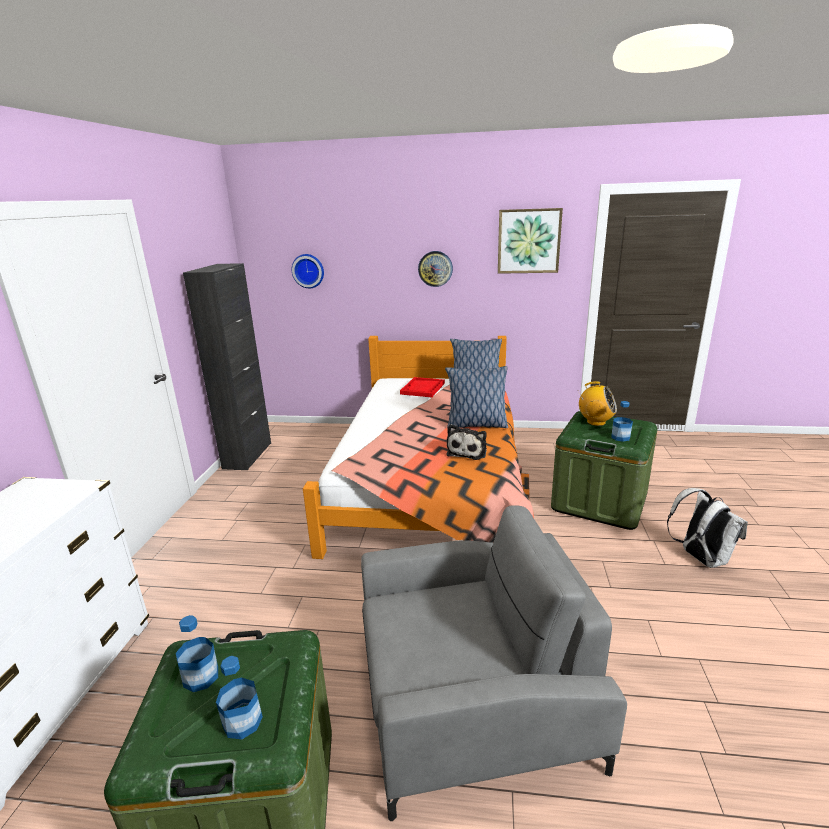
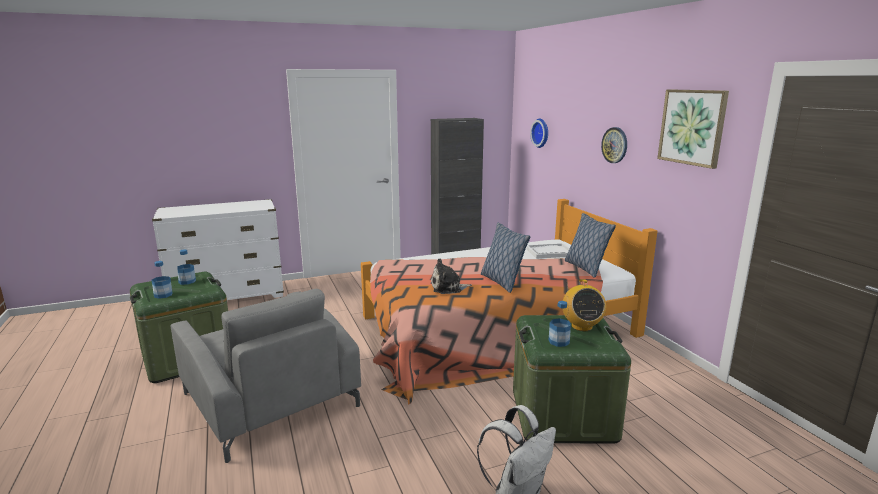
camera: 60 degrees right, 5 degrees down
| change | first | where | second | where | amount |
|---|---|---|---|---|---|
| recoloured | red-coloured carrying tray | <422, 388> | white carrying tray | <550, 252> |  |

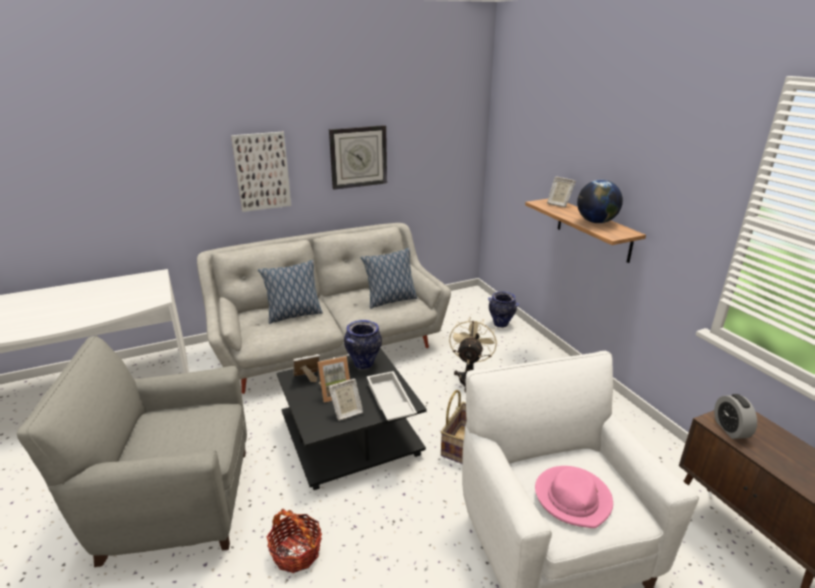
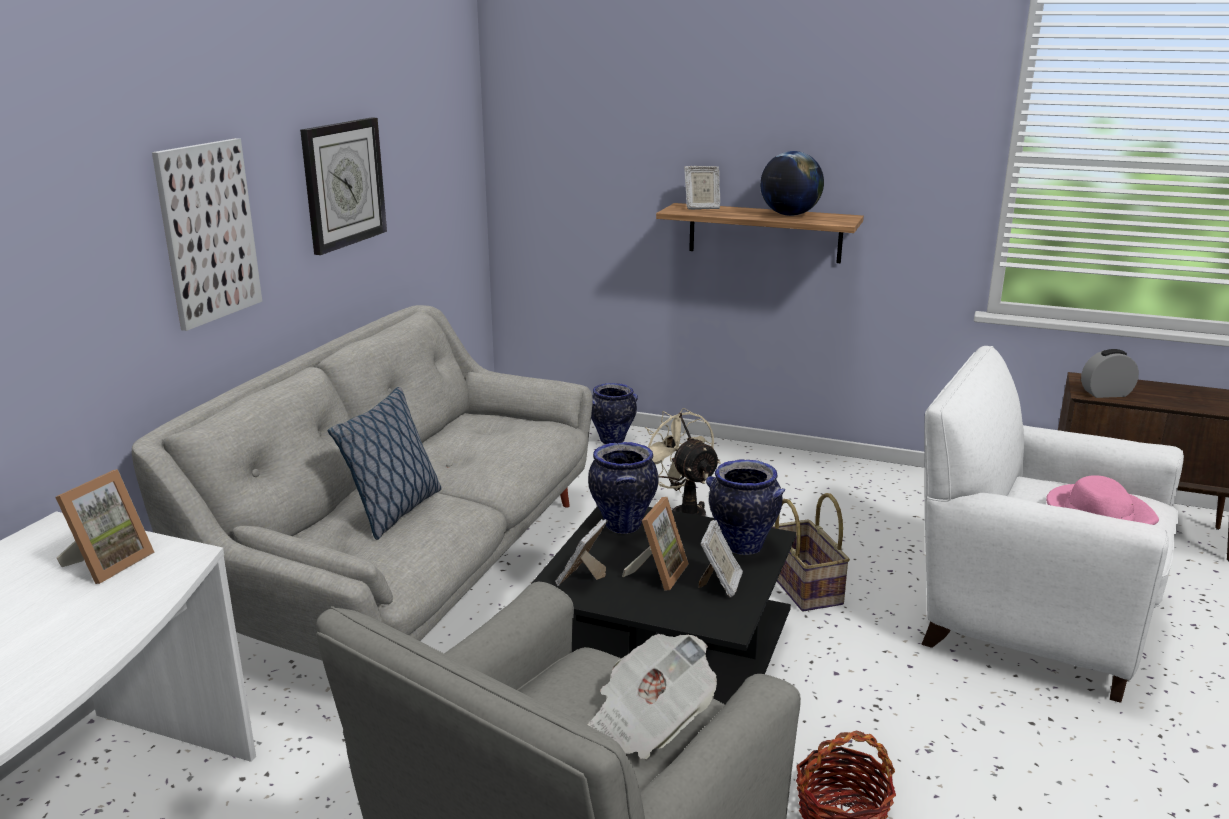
camera: 45 degrees left, 5 degrees down
| change | first | where | second | where | amount |
|---|---|---|---|---|---|
| removed | pillow | <390, 300> |  |  |  |
| added |  |  | photo frame | <108, 563> |  |
| added |  |  | daily paper | <648, 722> |  |
| replaced | white carrying tray | <389, 401> | vase | <742, 546> |  |
| turned | bedside clock | <730, 429> |  | <1106, 394> | 135 degrees clockwise |

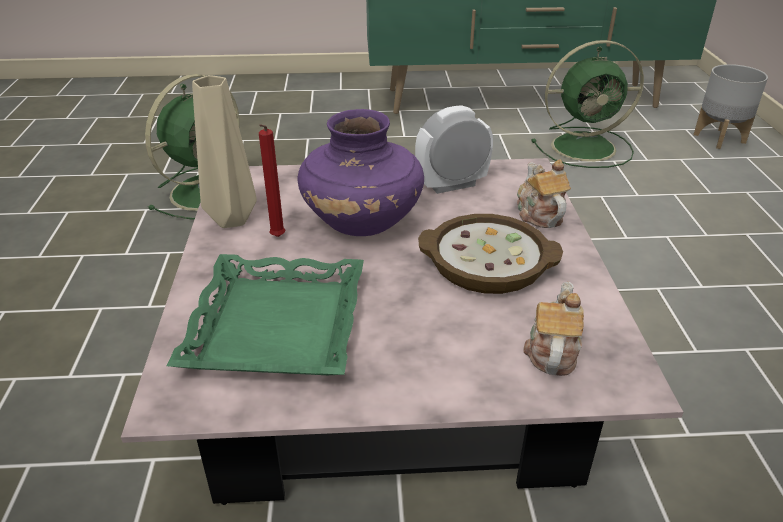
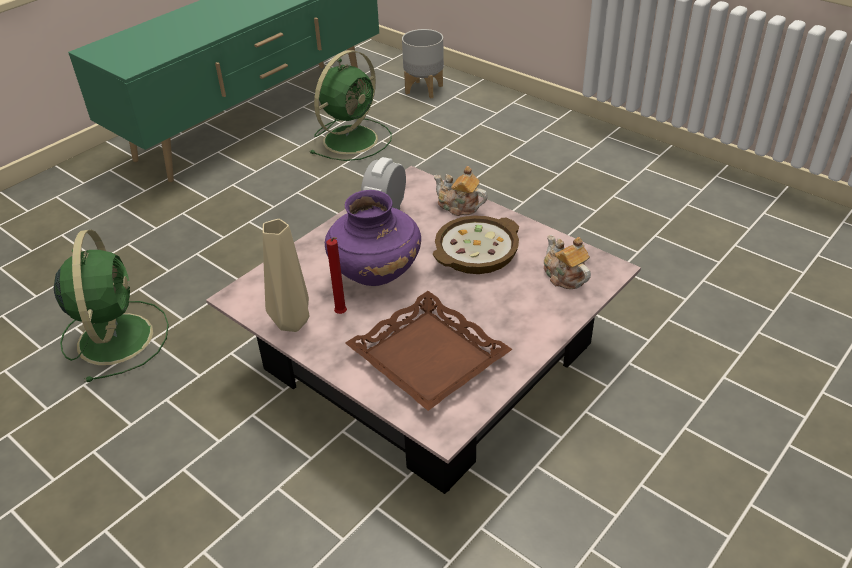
camera: 45 degrees left, 5 degrees up
| change | first | where | second | where | amount |
|---|---|---|---|---|---|
| recoloured | green carrying tray | <278, 325> | brown carrying tray | <429, 357> |  |

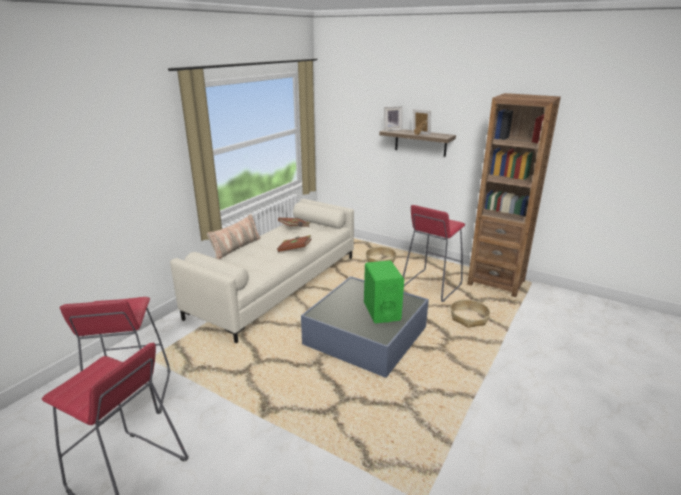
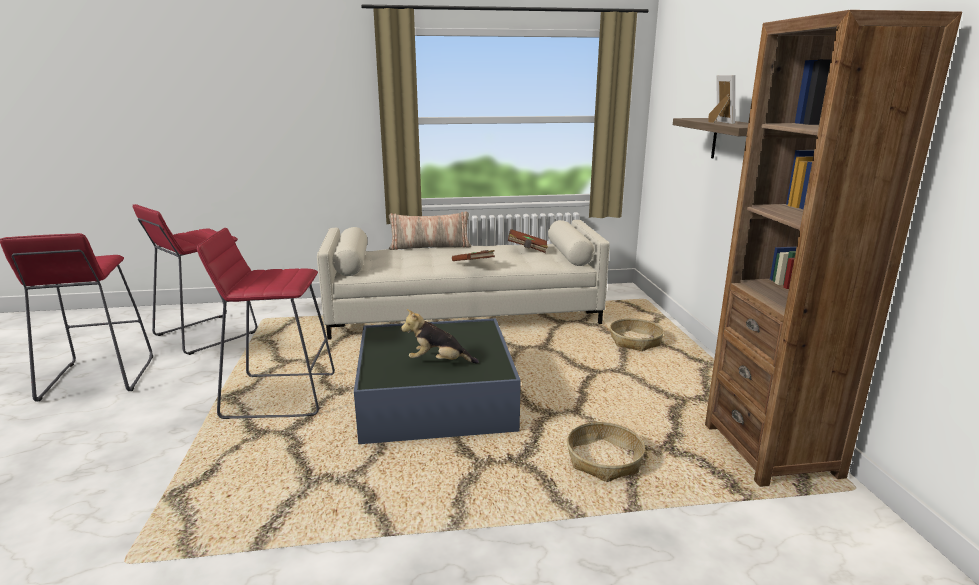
camera: 50 degrees right, 5 degrees down
| change | first | where | second | where | amount |
|---|---|---|---|---|---|
| removed | photo frame | <392, 129> |  |  |  |
| moved | red-coloured stool seat | <431, 285> |  | <279, 395> |  |
| replaced | green audio speaker | <381, 311> | soft toy | <438, 362> |  |

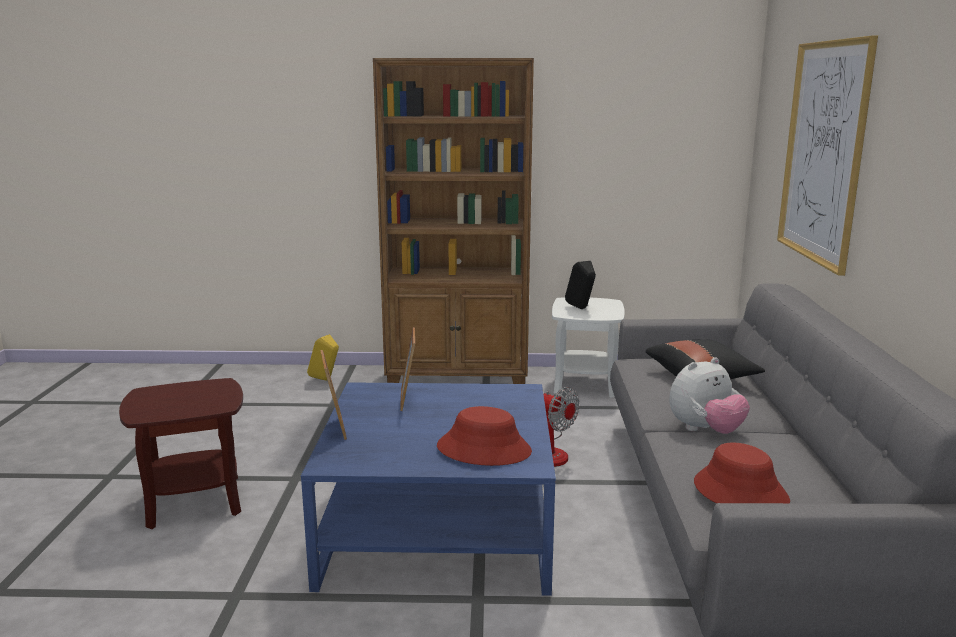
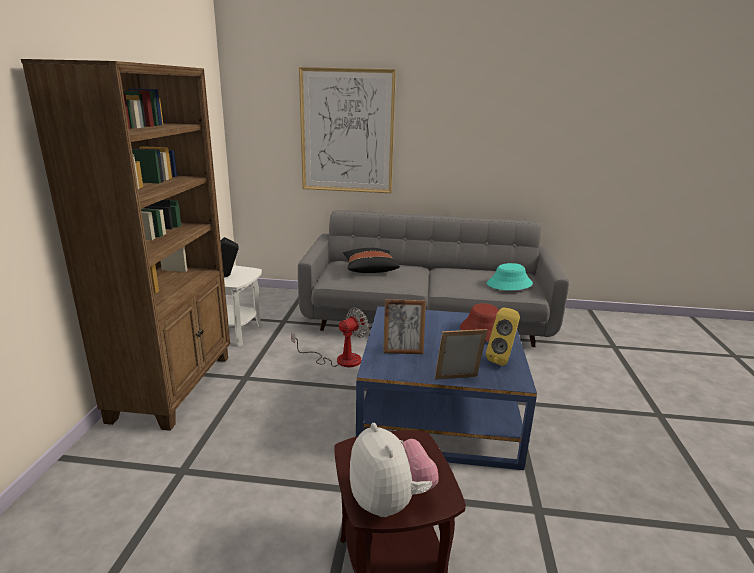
camera: 85 degrees left, 5 degrees up
| change | first | where | second | where | amount |
|---|---|---|---|---|---|
| moved | yellow-coloured audio speaker | <326, 380> |  | <502, 359> |  |
| moved | soft toy | <705, 431> |  | <390, 501> |  |
| recoloured | red-coloured hat | <739, 492> | blue-green hat | <509, 284> |  |

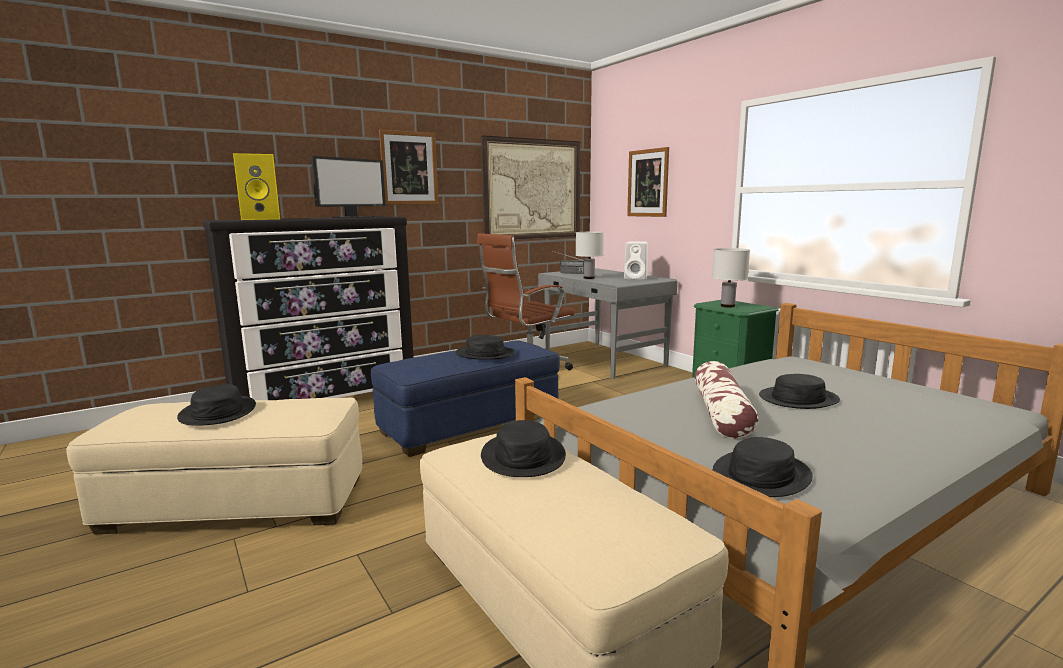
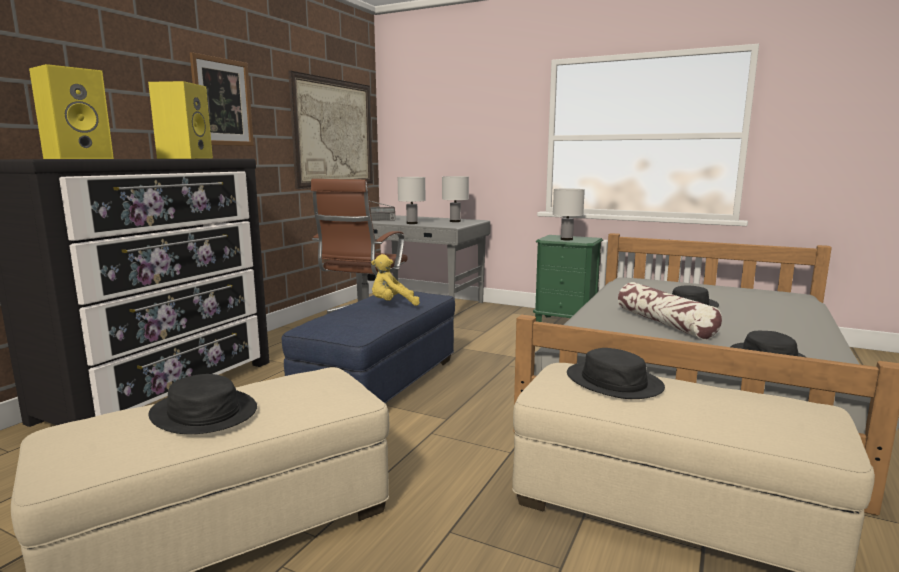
camera: 30 degrees left, 0 degrees up
| change | first | where | second | where | amount |
|---|---|---|---|---|---|
| removed | picture | <648, 183> |  |  |  |
| replaced | monitor | <353, 217> | yellow-coloured audio speaker | <185, 158> |  |
| replaced | black-coloured hat | <485, 354> | yellow-coloured soft toy | <392, 304> |  |
| replaced | white audio speaker | <636, 278> | white table lamp | <455, 221> |  |

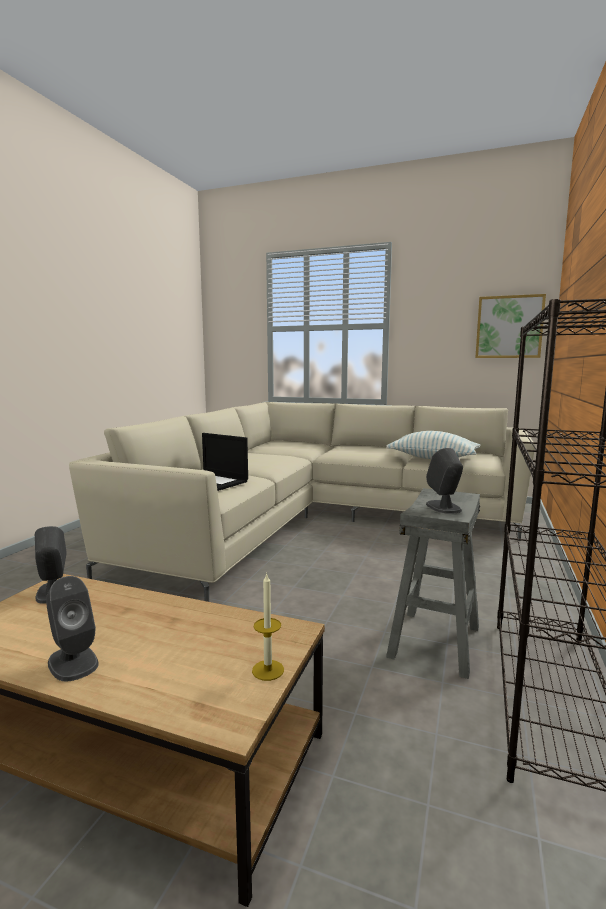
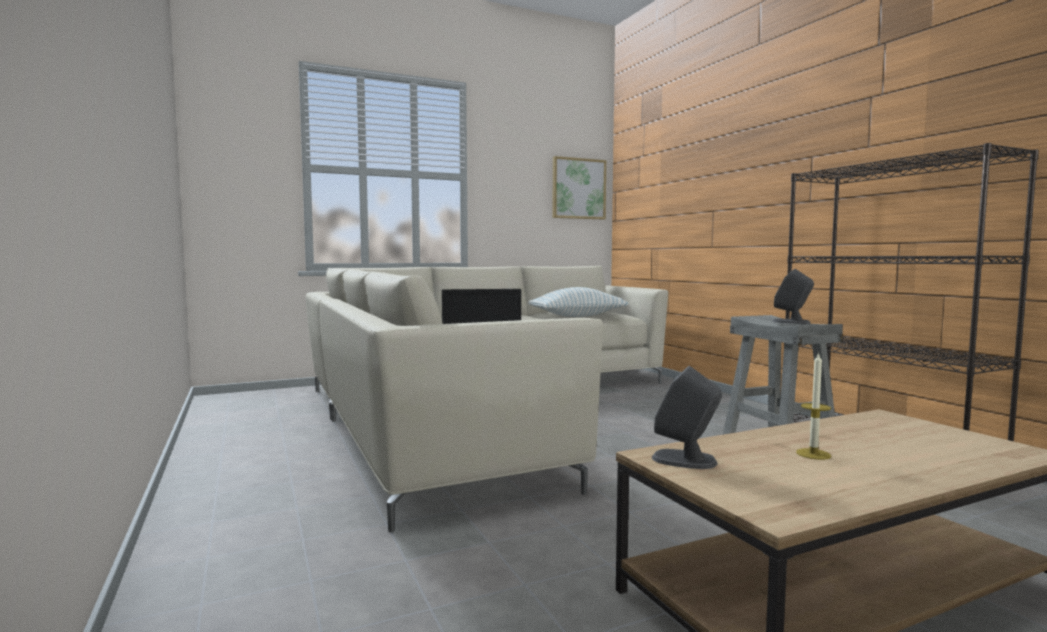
camera: 45 degrees left, 5 degrees down
| change | first | where | second | where | amount |
|---|---|---|---|---|---|
| removed | greyish audio speaker | <73, 662> |  |  |  |
| moved | wax candle | <268, 670> |  | <813, 454> |  |

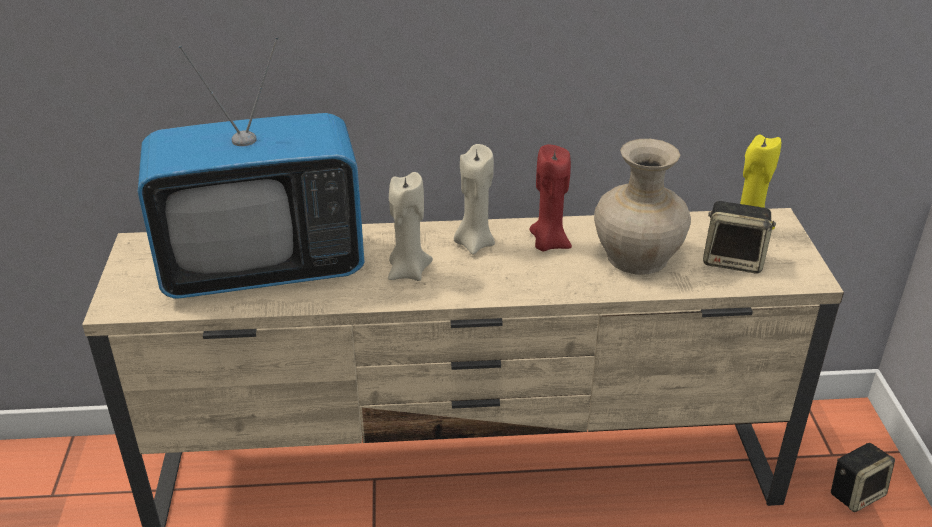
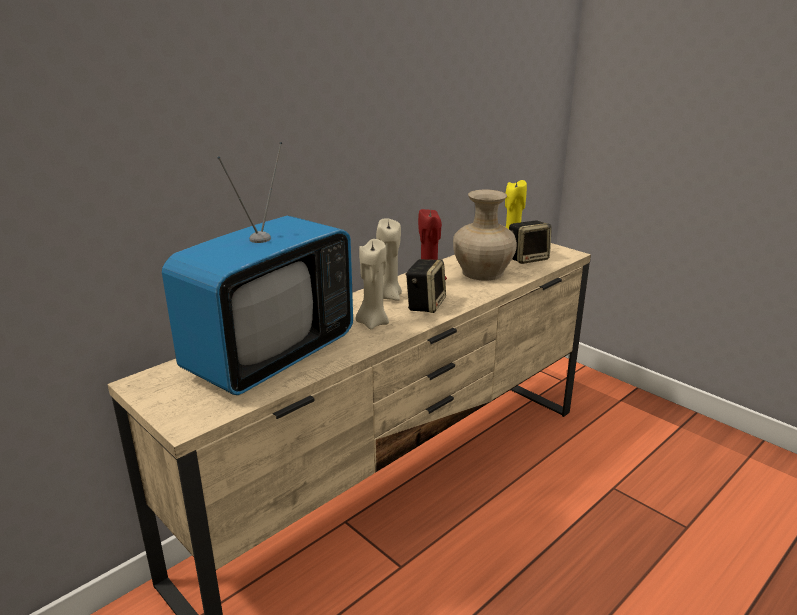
camera: 40 degrees left, 10 degrees down
| change | first | where | second | where | amount |
|---|---|---|---|---|---|
| moved | audio speaker | <856, 493> |  | <425, 304> |  |

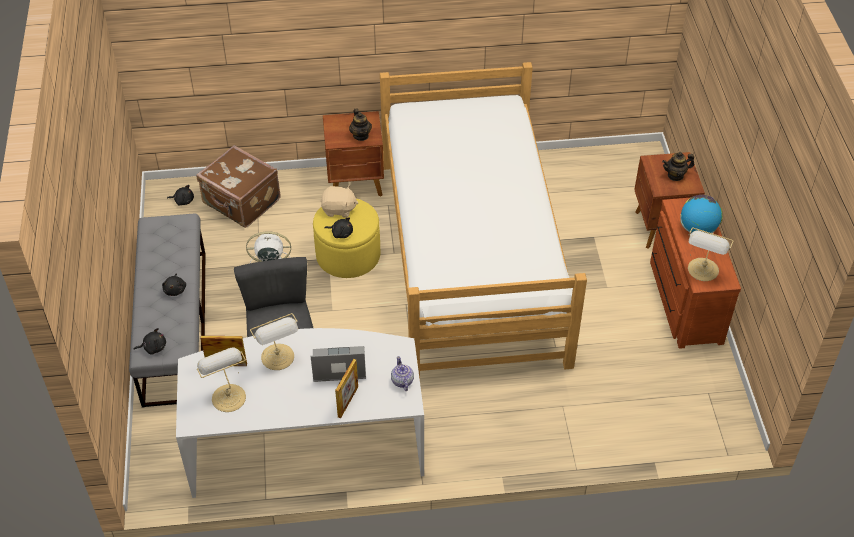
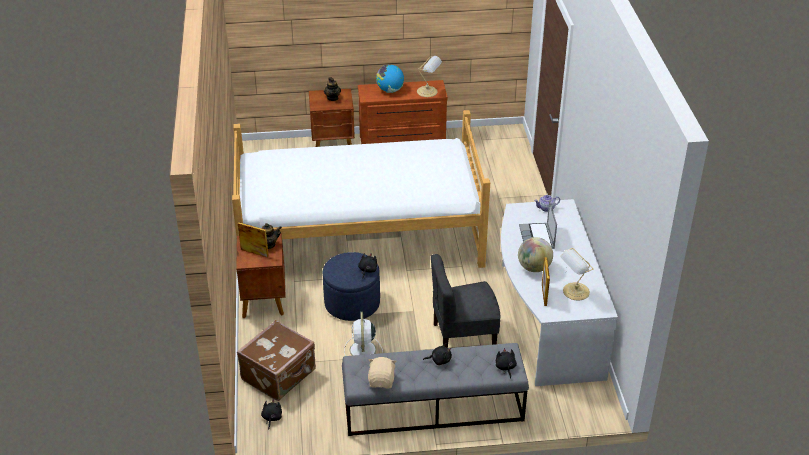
camera: 90 degrees left, 10 degrees down
| change | first | where | second | where | amount |
|---|---|---|---|---|---|
| moved | beige soft toy | <339, 209> |  | <382, 381> |  |
| moved | photo frame | <348, 402> |  | <254, 252> |  |
| replaced | table lamp | <278, 358> | desk globe | <534, 267> |  |
| recoloured | yellow-coloured ottoman | <348, 255> | blue-coloured ottoman | <352, 303> |  |

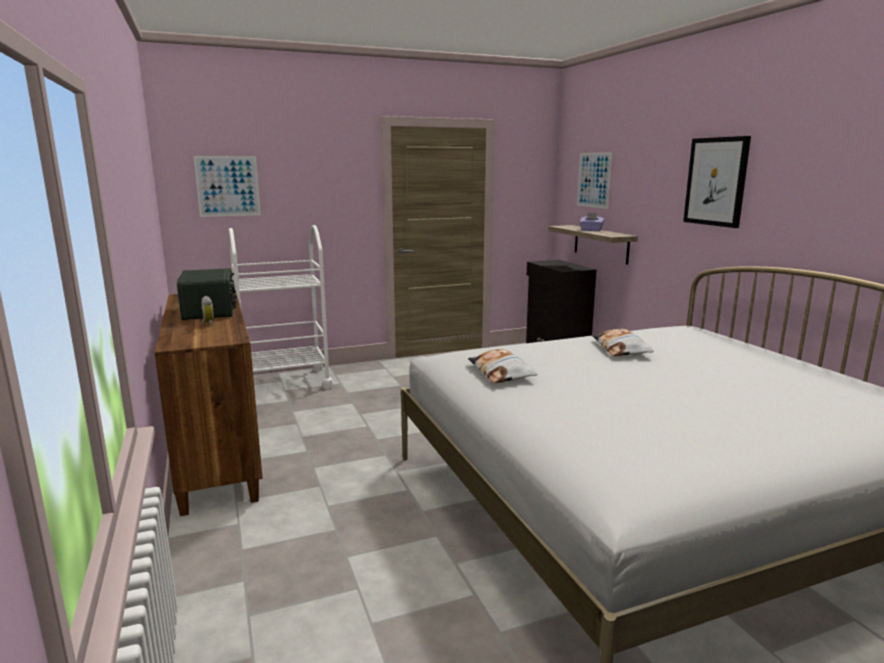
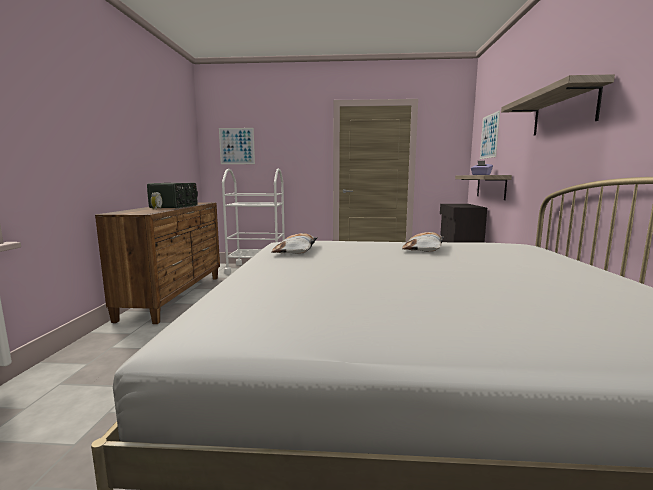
camera: 25 degrees right, 5 degrees down
| change | first | where | second | where | amount |
|---|---|---|---|---|---|
| replaced | picture | <716, 181> | shelf | <563, 111> |  |

